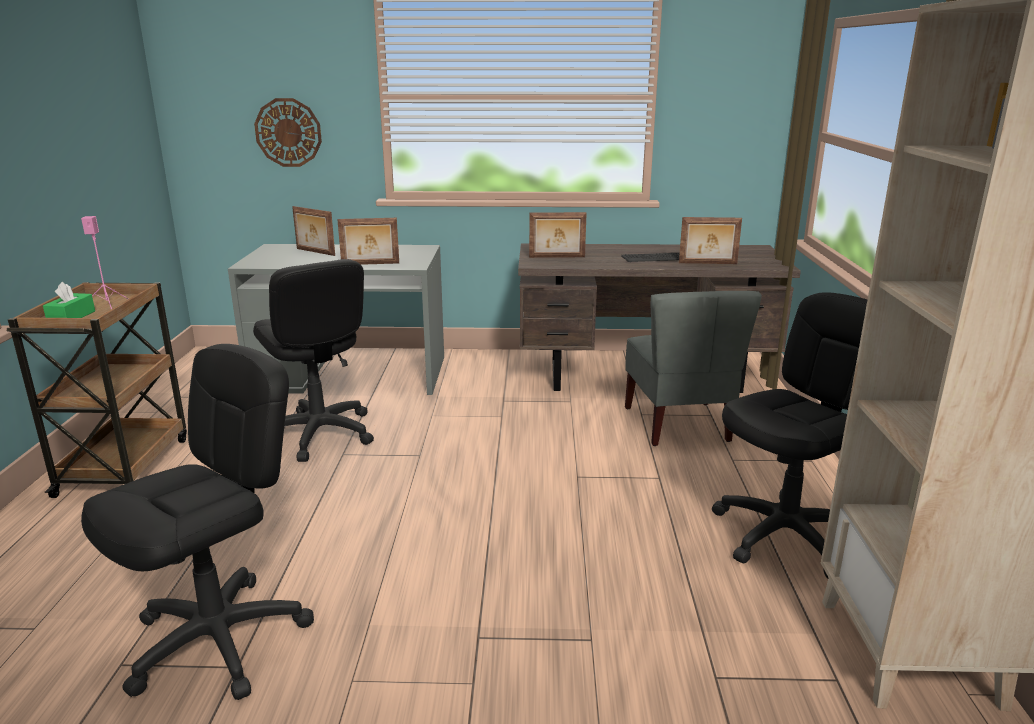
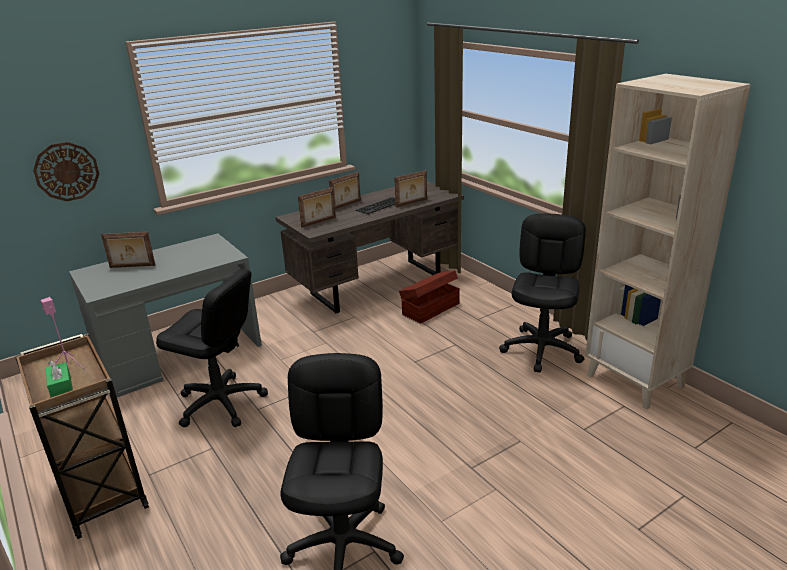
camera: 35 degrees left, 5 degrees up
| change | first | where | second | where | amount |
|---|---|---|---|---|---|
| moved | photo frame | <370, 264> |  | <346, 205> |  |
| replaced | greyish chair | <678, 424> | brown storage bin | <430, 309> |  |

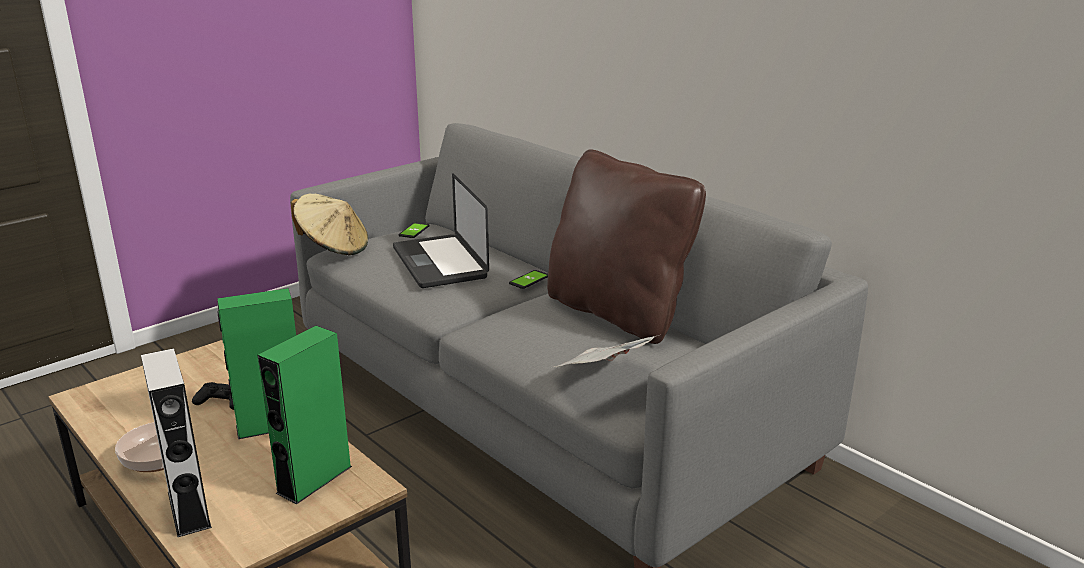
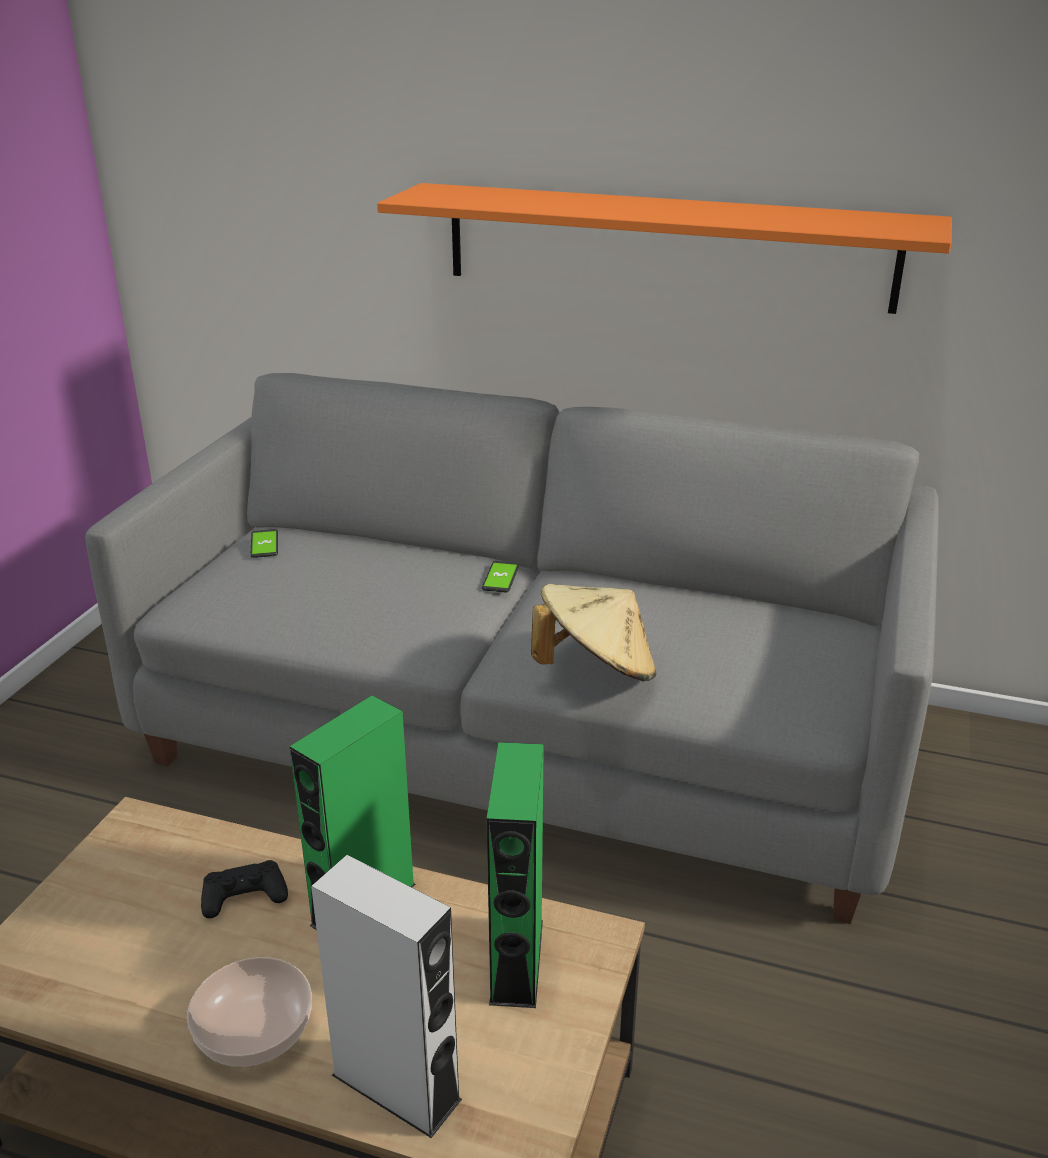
camera: 30 degrees left, 5 degrees up
| change | first | where | second | where | amount |
|---|---|---|---|---|---|
| removed | portable computer | <439, 263> |  |  |  |
| removed | brown pillow | <618, 313> |  |  |  |
| removed | daily paper | <605, 377> |  |  |  |
| added |  |  | orange shelf | <666, 246> |  |
| moved | beige hat | <333, 248> |  | <596, 669> |  |

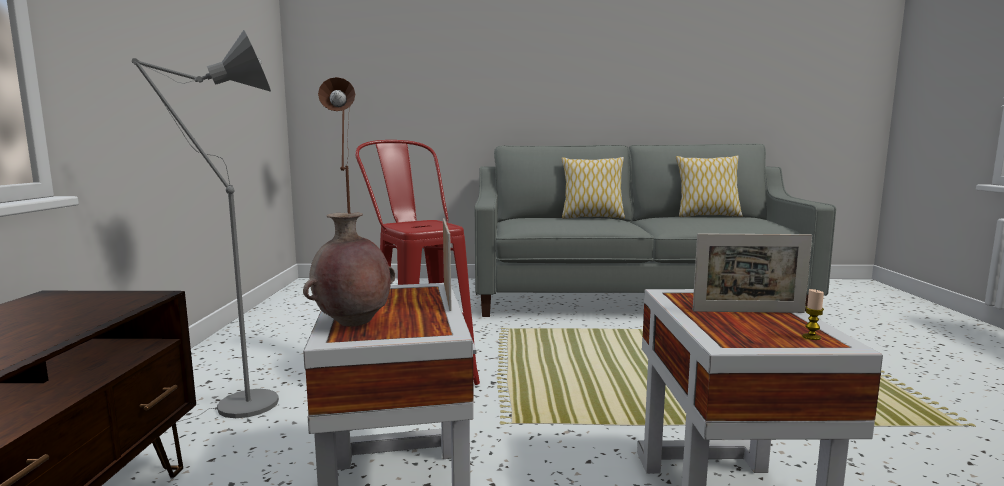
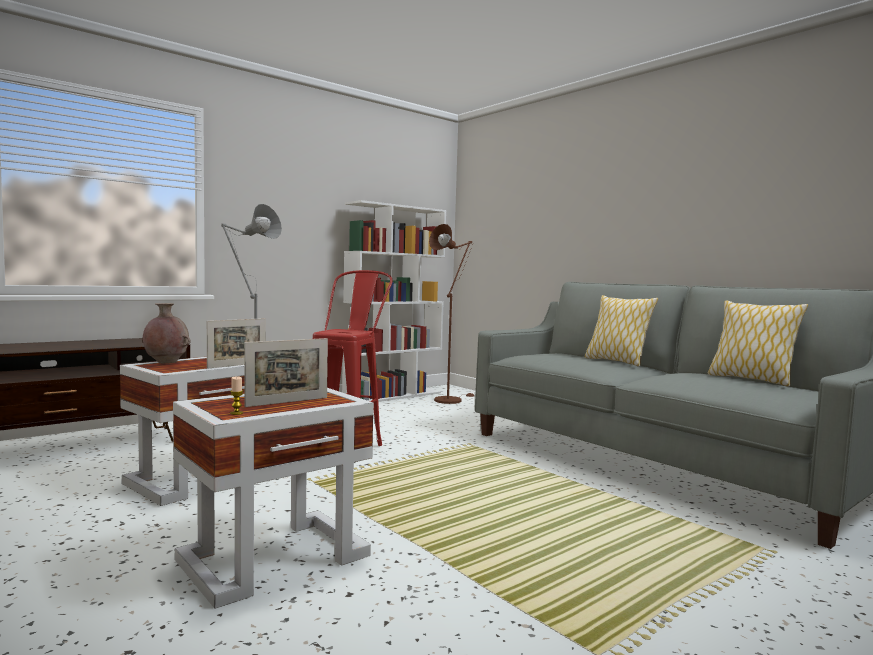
camera: 50 degrees right, 5 degrees down
| change | first | where | second | where | amount |
|---|---|---|---|---|---|
| added |  |  | white bookcase | <393, 396> |  |
| turned | photo frame | <748, 312> |  | <287, 402> | 90 degrees counterclockwise |

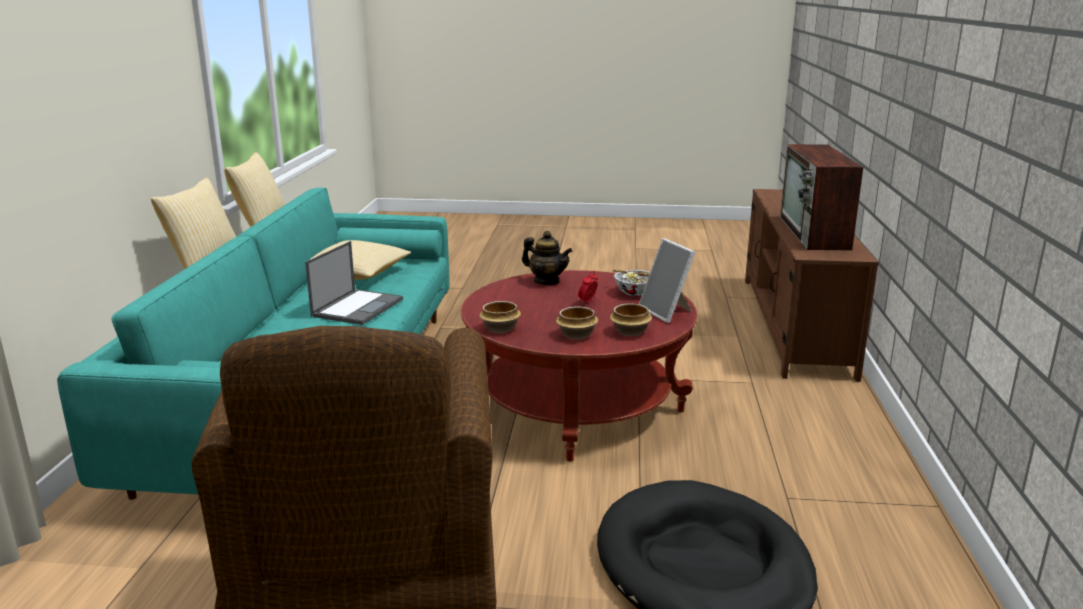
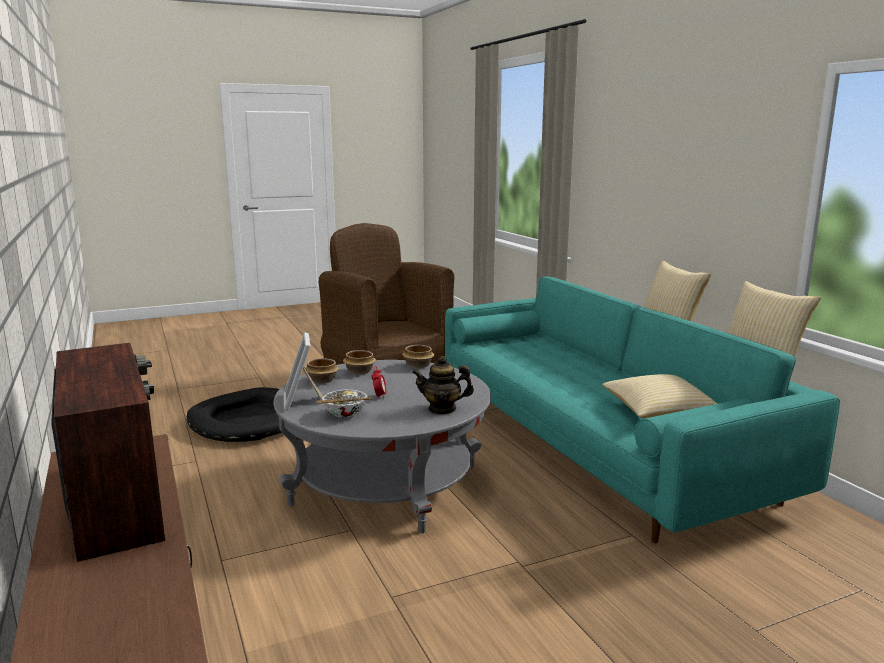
camera: 150 degrees right, 5 degrees down
| change | first | where | second | where | amount |
|---|---|---|---|---|---|
| removed | portable computer | <358, 307> |  |  |  |
| recoloured | red-coloured lounge table | <576, 406> | greyish lounge table | <386, 484> |  |
| turned | photo frame | <667, 312> |  | <302, 401> | 135 degrees counterclockwise |

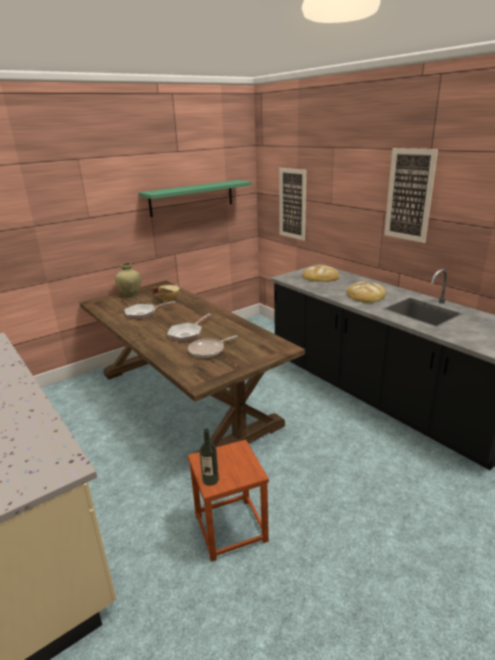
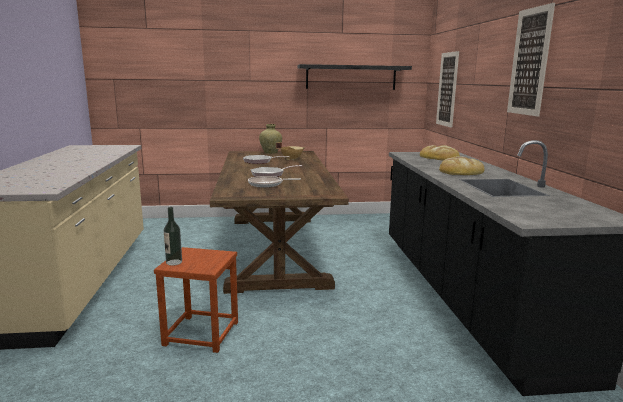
camera: 30 degrees right, 10 degrees down
| change | first | where | second | where | amount |
|---|---|---|---|---|---|
| recoloured | green shelf | <192, 198> | black-coloured shelf | <351, 77> |  |

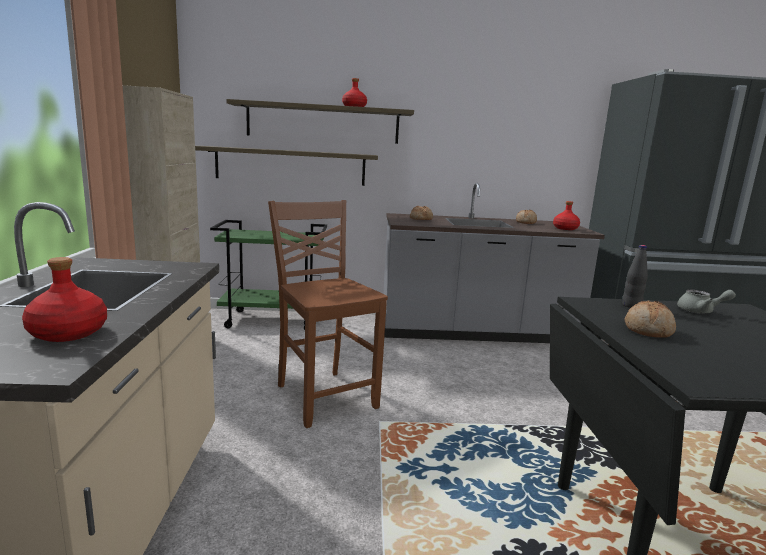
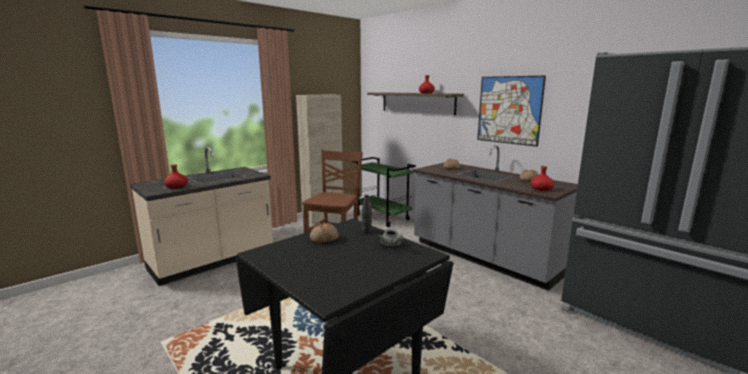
camera: 50 degrees right, 0 degrees up
| change | first | where | second | where | amount |
|---|---|---|---|---|---|
| removed | shelf | <290, 166> |  |  |  |
| added |  |  | picture | <509, 110> |  |

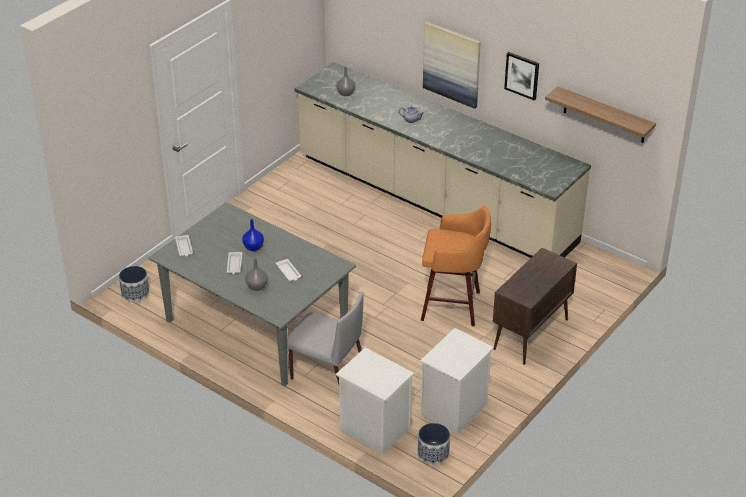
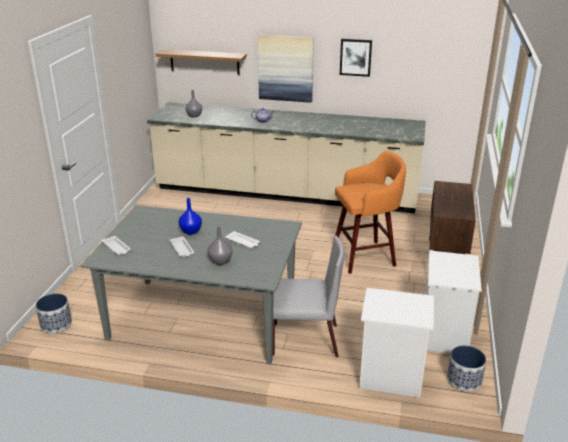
camera: 25 degrees left, 10 degrees down
| change | first | where | second | where | amount |
|---|---|---|---|---|---|
| moved | shelf | <604, 115> |  | <204, 61> |  |

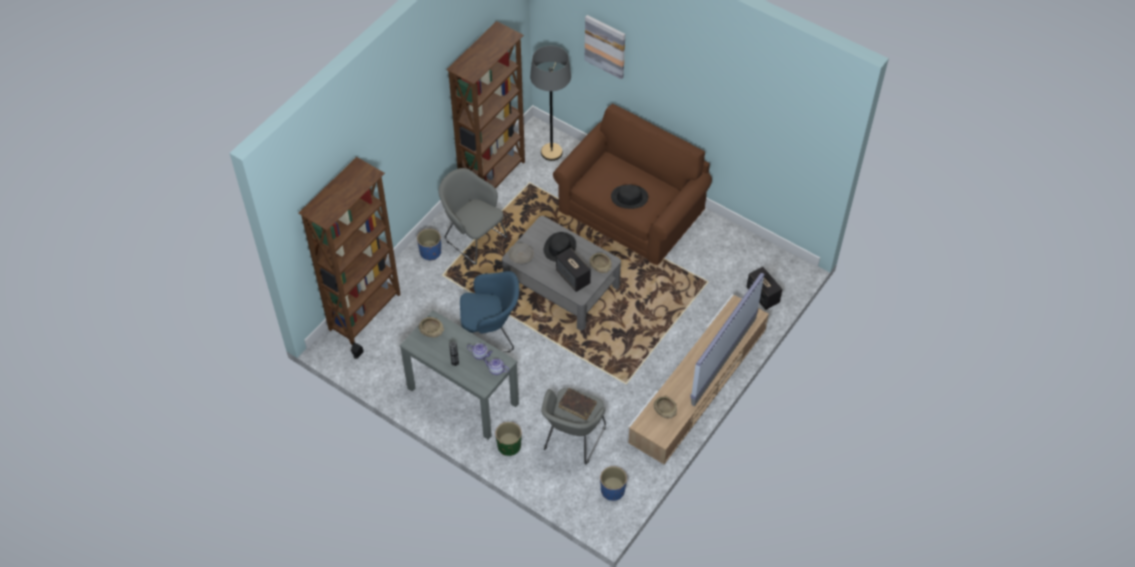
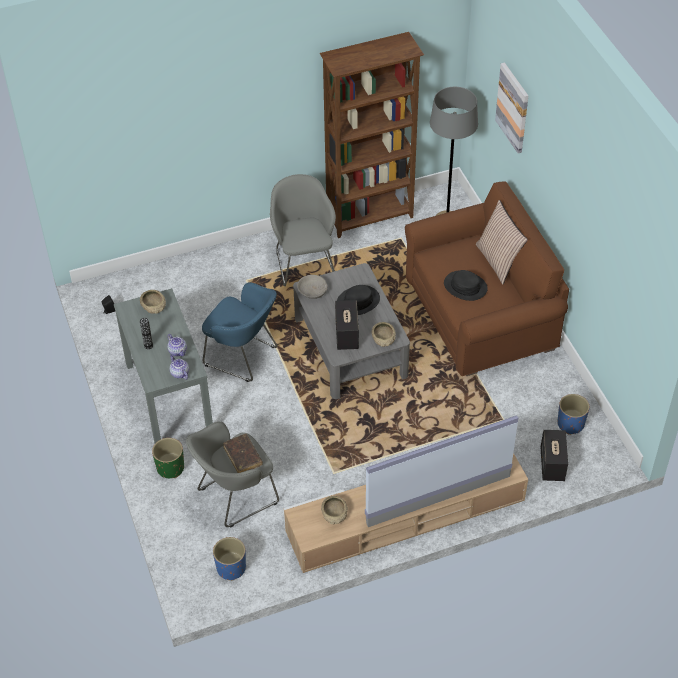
camera: 35 degrees right, 5 degrees down
| change | first | where | second | where | amount |
|---|---|---|---|---|---|
| removed | brown bookcase | <366, 312> |  |  |  |
| added |  |  | pillow | <498, 261> |  |
| moved | blue-coloured planter | <430, 252> |  | <570, 424> |  |

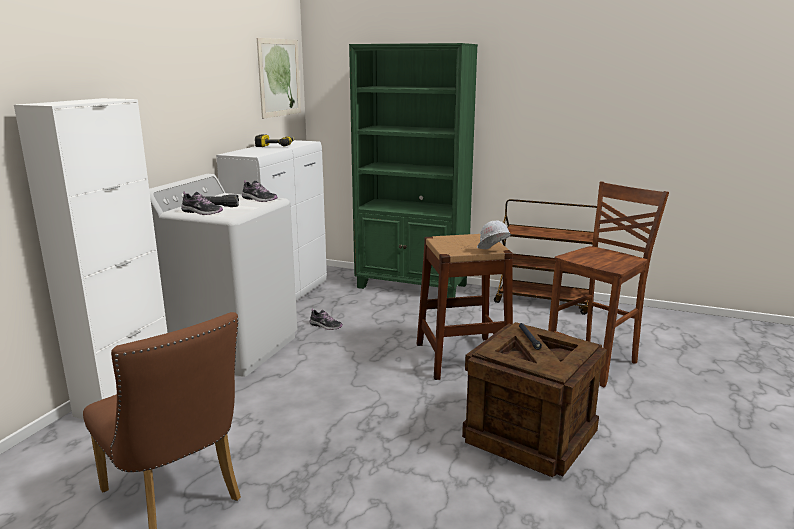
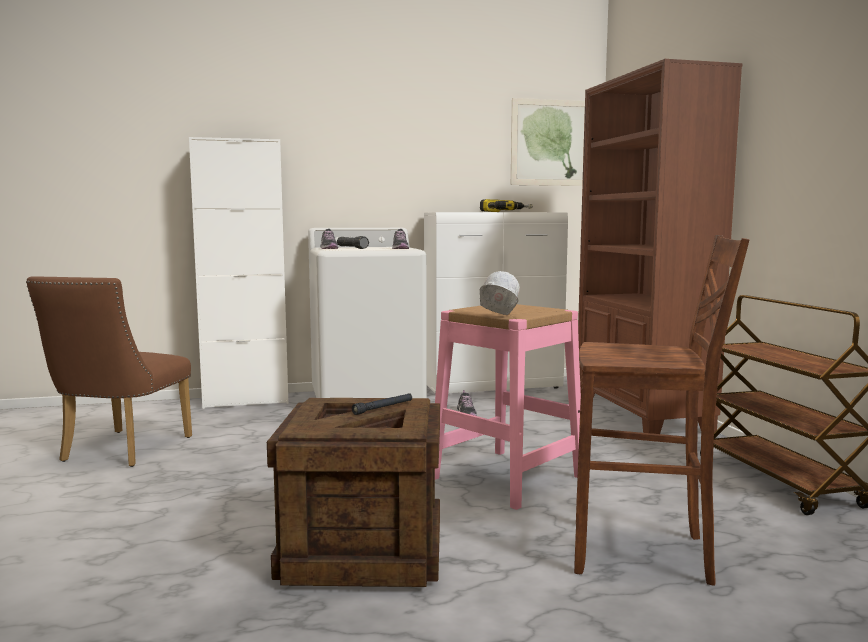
camera: 55 degrees right, 10 degrees down
| change | first | where | second | where | amount |
|---|---|---|---|---|---|
| recoloured | green bookcase | <412, 286> | brown bookcase | <641, 416> |  |
| recoloured | brown stool seat | <462, 357> | pinkish stool seat | <507, 477> |  |

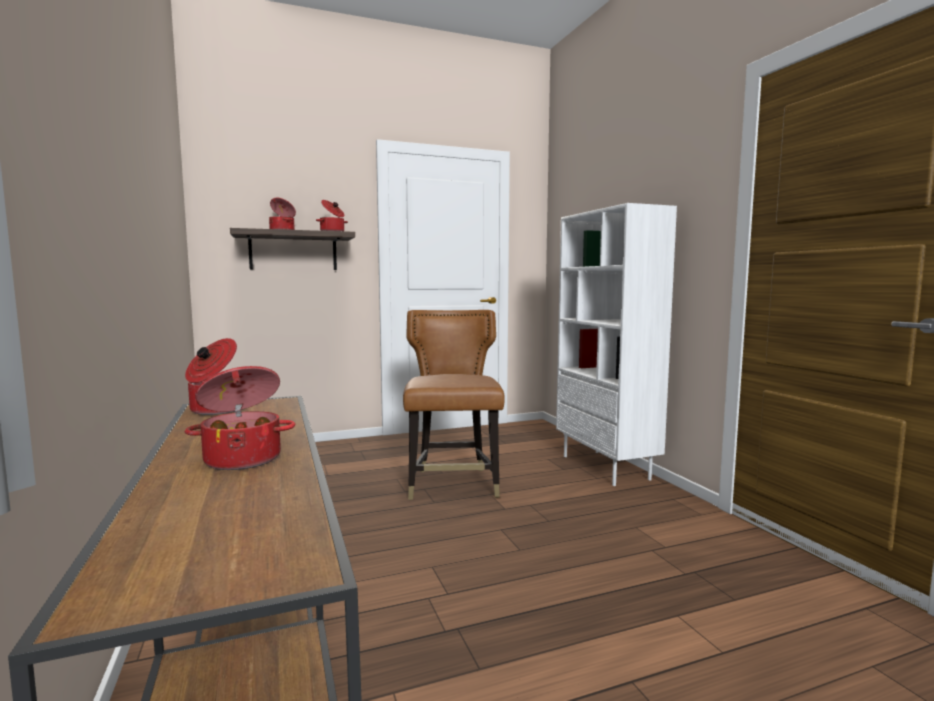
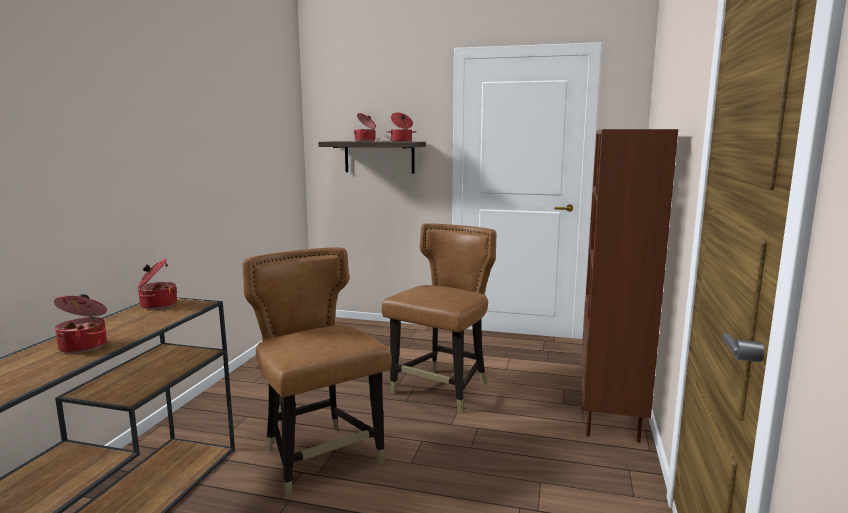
camera: 35 degrees right, 5 degrees up
| change | first | where | second | where | amount |
|---|---|---|---|---|---|
| added |  |  | brown chair | <320, 458> |  |
| recoloured | white bookcase | <606, 467> | brown bookcase | <611, 414> |  |

